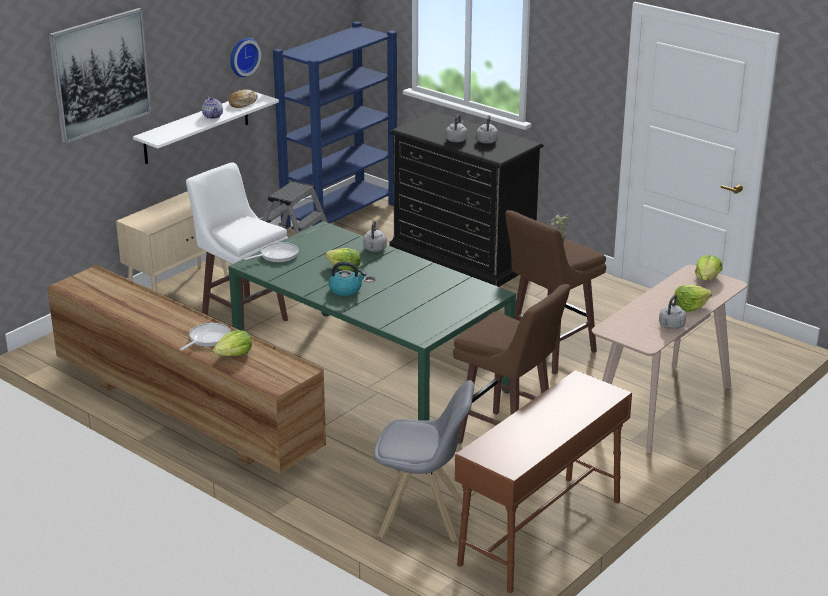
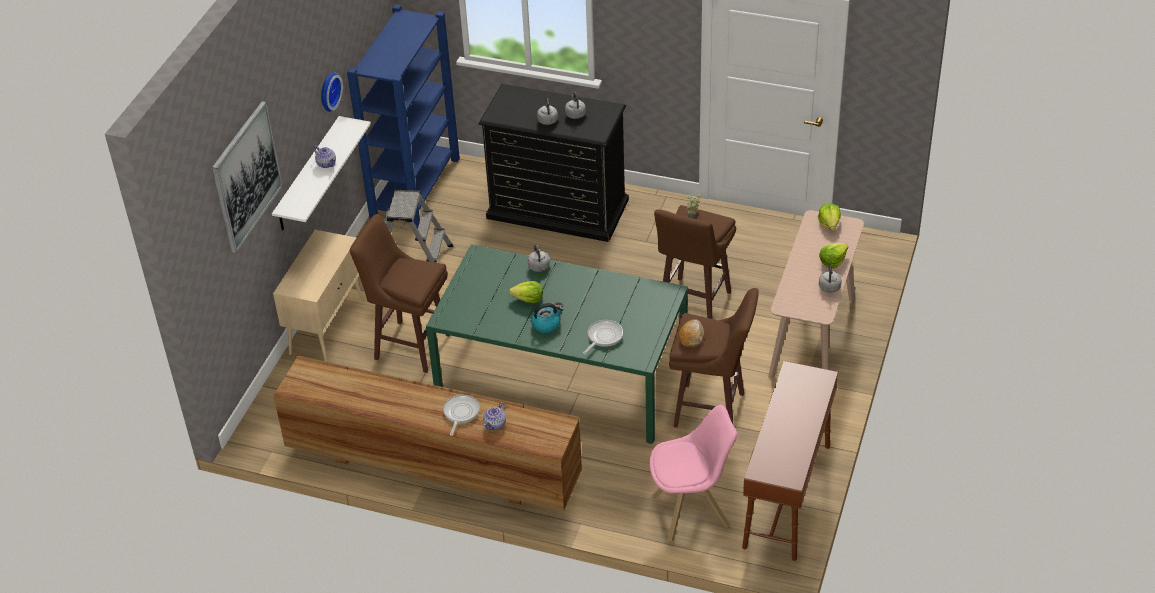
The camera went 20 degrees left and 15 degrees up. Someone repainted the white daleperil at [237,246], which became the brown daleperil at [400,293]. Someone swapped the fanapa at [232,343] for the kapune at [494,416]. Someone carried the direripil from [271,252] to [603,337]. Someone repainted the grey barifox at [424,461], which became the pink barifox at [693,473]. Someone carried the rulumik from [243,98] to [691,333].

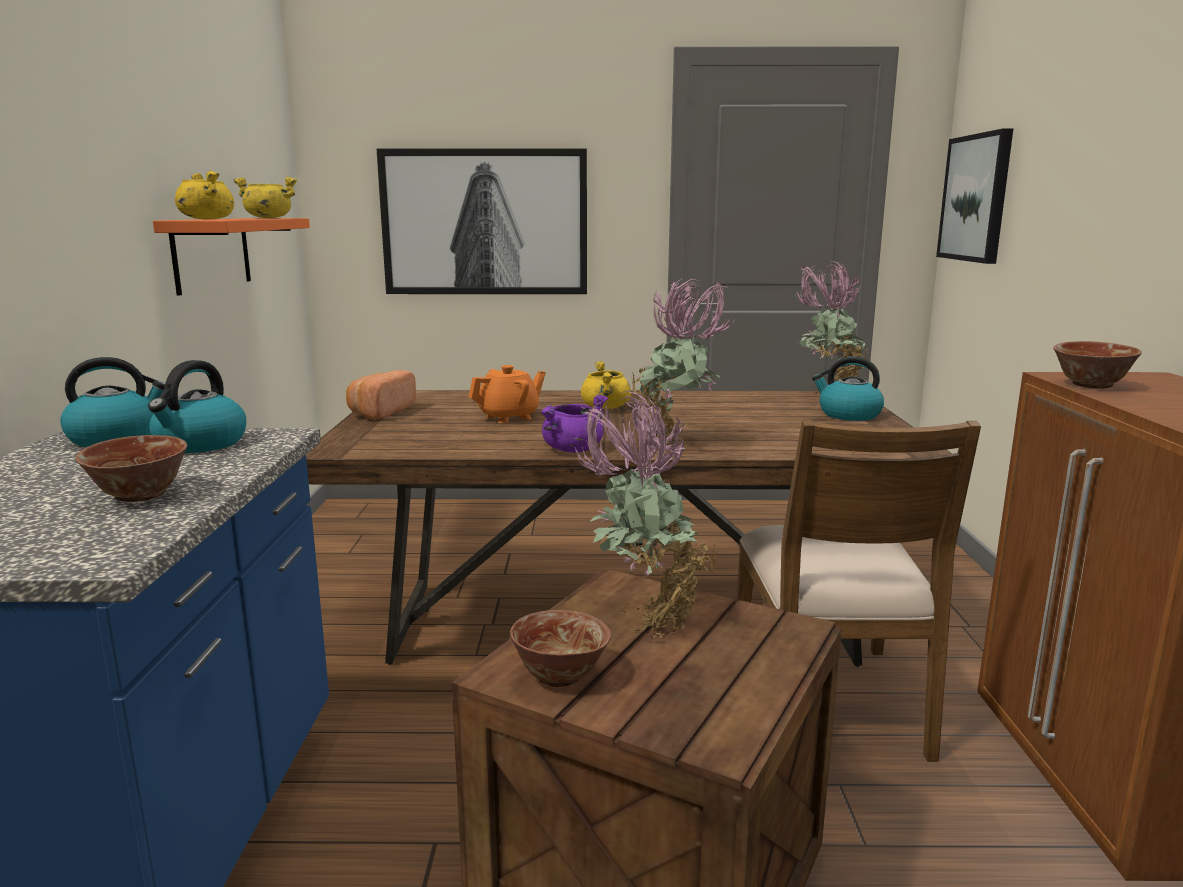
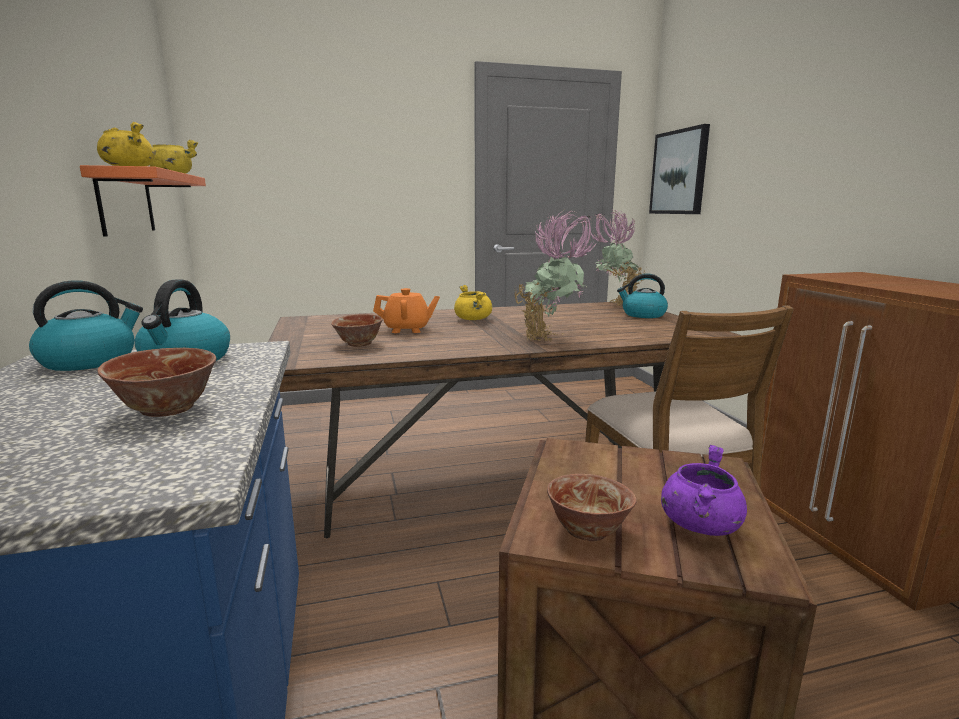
The camera went 15 degrees left and 0 degrees up. Someone carried the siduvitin from [1098,365] to [357,330]. Someone rotated the orange kapune at [507,394] by 45 degrees clockwise. Someone carried the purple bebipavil from [574,423] to [704,490]. Someone took away the rulumik at [381,394]. Someone took away the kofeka at [482,221]. Someone took away the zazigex at [646,514].

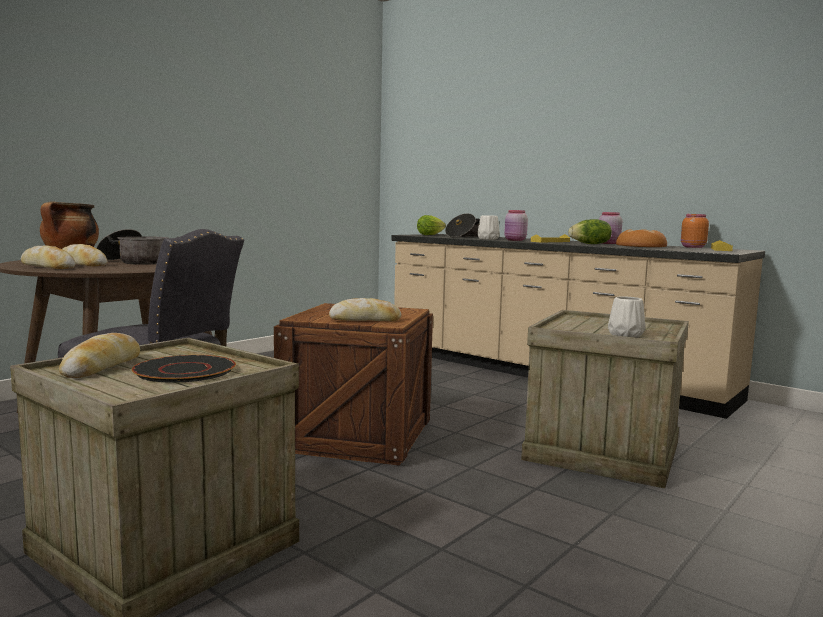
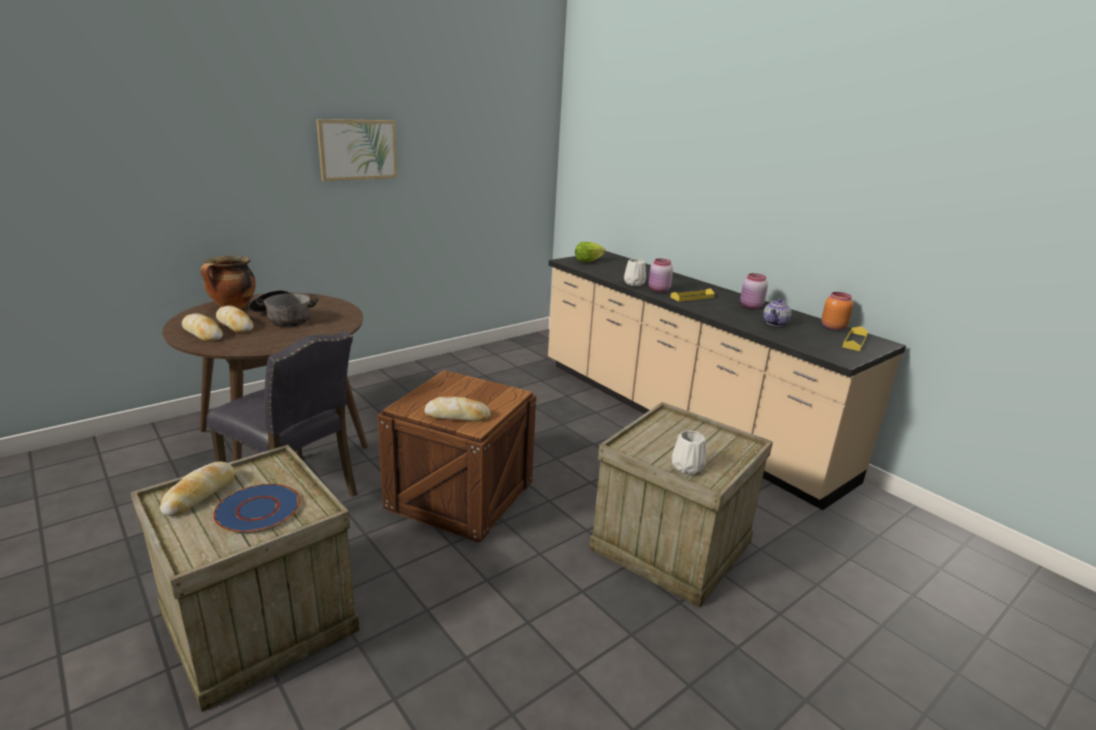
The camera went 10 degrees right and 15 degrees up. Someone repainted the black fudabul at [184,369], which became the blue fudabul at [256,508]. Someone put up the kofeka at [356,150]. Someone swapped the rulumik at [641,238] for the kapune at [777,312]. Someone took away the bebipavil at [462,225]. Someone took away the fanapa at [590,231].

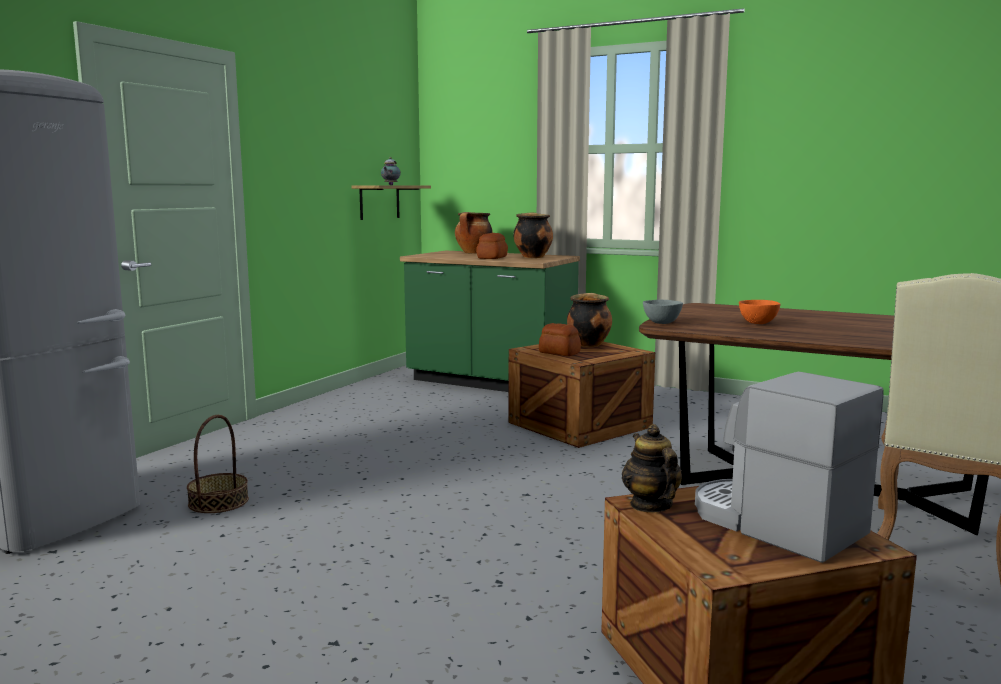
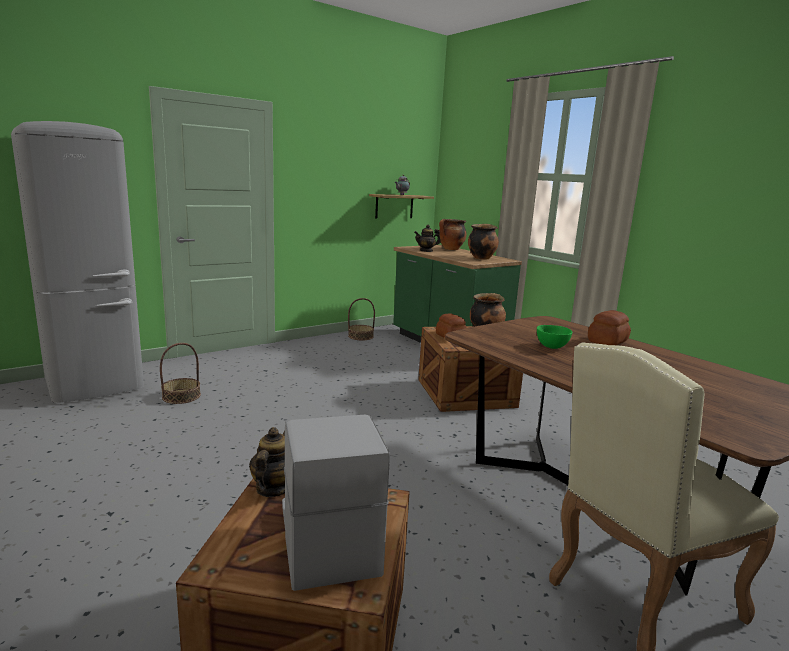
The camera went 25 degrees right and 5 degrees up. Someone put down the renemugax at [361,319]. Someone put down the kapune at [427,238]. Someone repainted the orange siduvitin at [759,312], which became the green siduvitin at [554,337]. Someone carried the rulumik from [492,246] to [609,327]. Someone took away the grey siduvitin at [663,312].

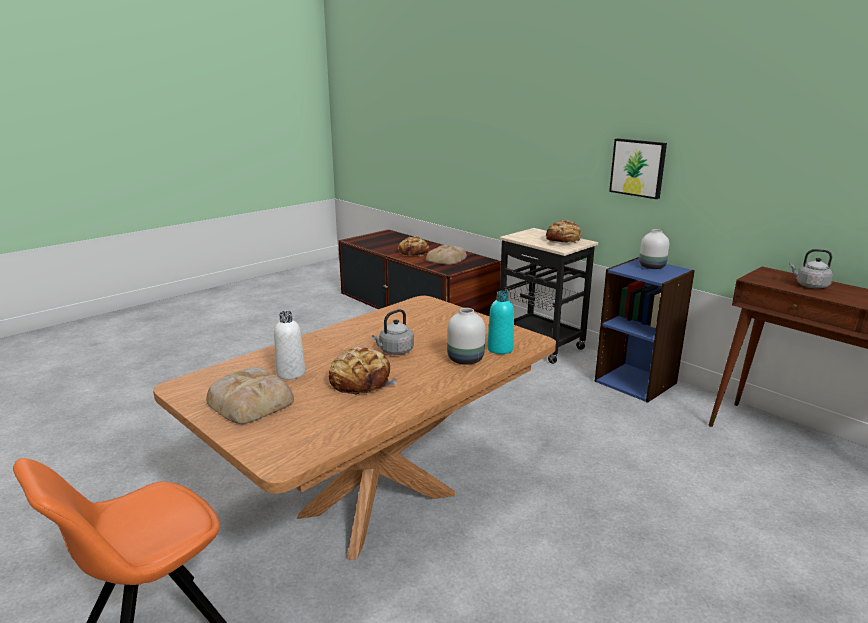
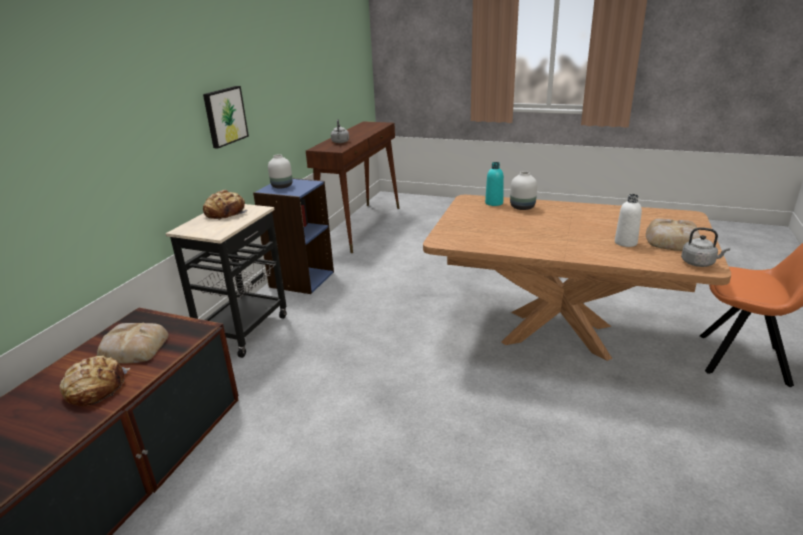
The camera went 115 degrees left and 5 degrees up. Someone carried the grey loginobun from [393,332] to [705,247]. Someone took away the rulumik at [363,370].

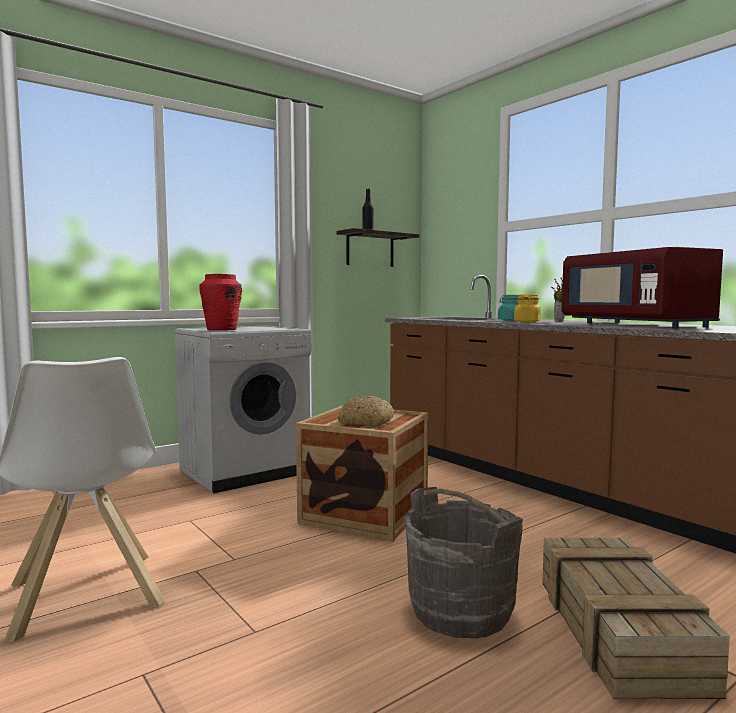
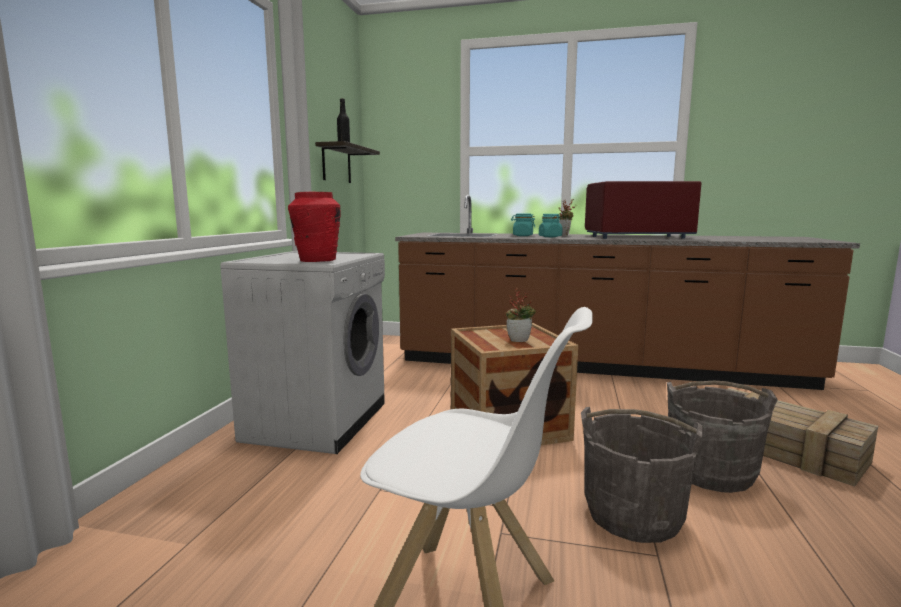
The camera went 40 degrees left and 5 degrees up. Someone swapped the rulumik at [366,411] for the zazigex at [521,315]. Someone repainted the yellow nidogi at [527,308], which became the turquoise nidogi at [551,225]. Someone put down the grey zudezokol at [642,475]. Someone rotated the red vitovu at [642,287] by 150 degrees clockwise.

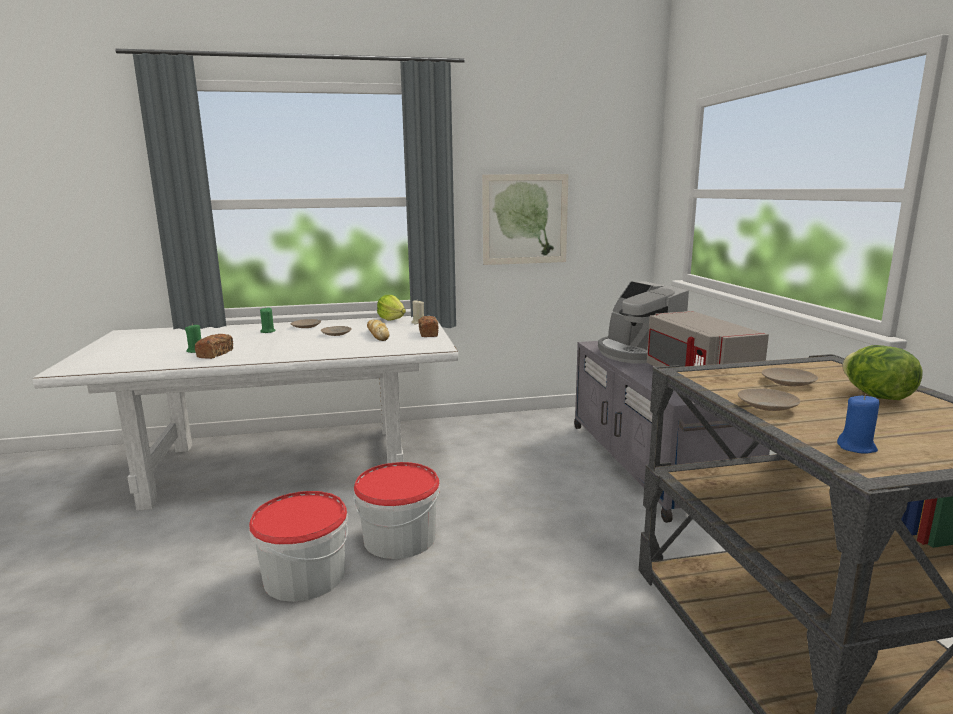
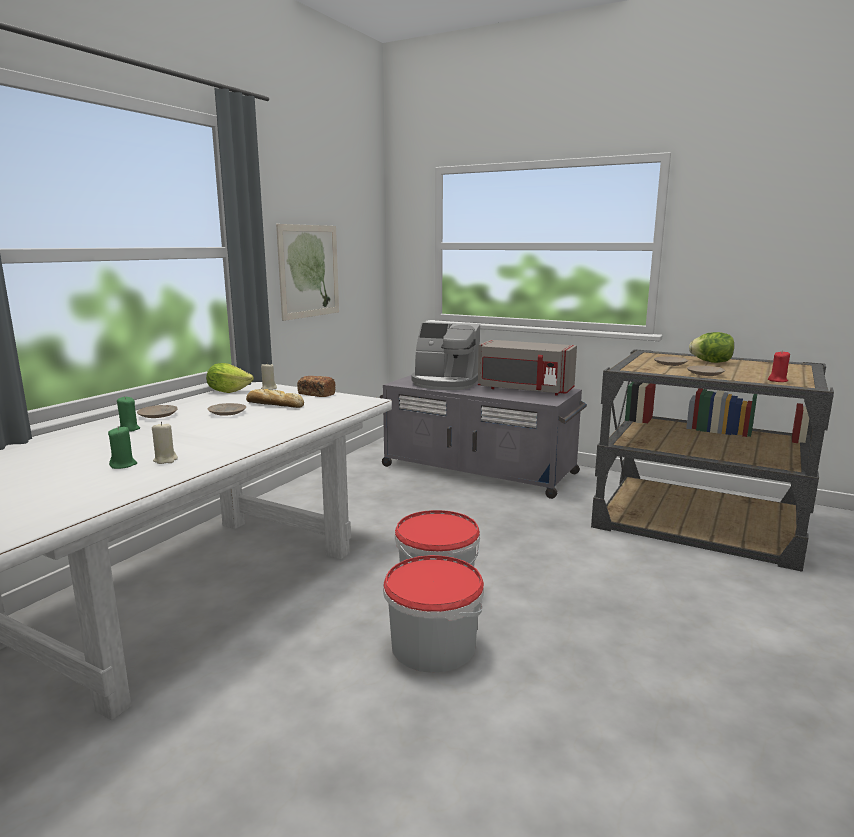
The camera went 50 degrees left and 0 degrees up. Someone swapped the rulumik at [214,346] for the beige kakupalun at [165,443]. Someone repainted the blue kakupalun at [858,423], which became the red kakupalun at [779,367].

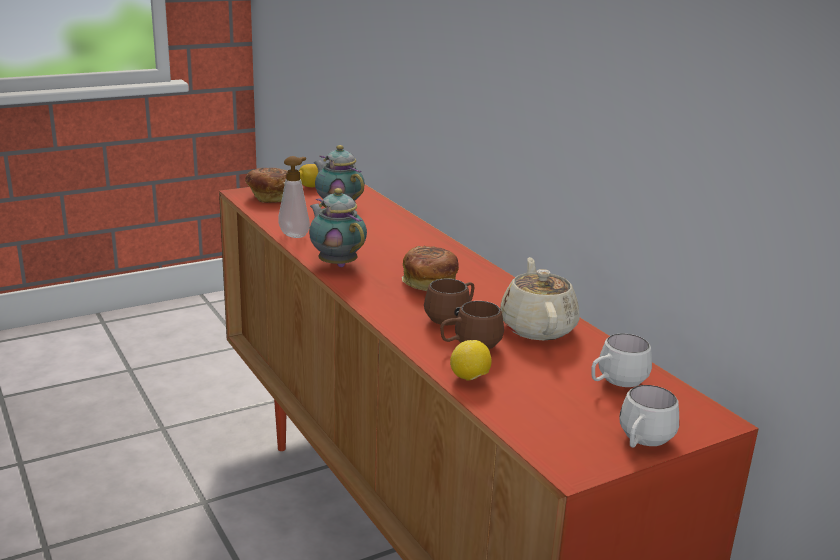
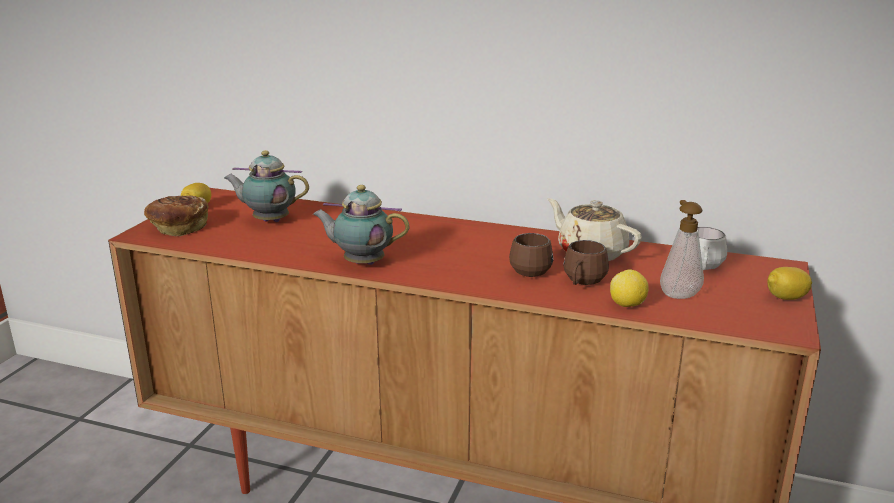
The camera went 40 degrees left and 0 degrees up. Someone carried the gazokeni from [294,197] to [682,249]. Someone swapped the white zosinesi at [649,416] for the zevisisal at [789,283]. Someone took away the rulumik at [430,268].

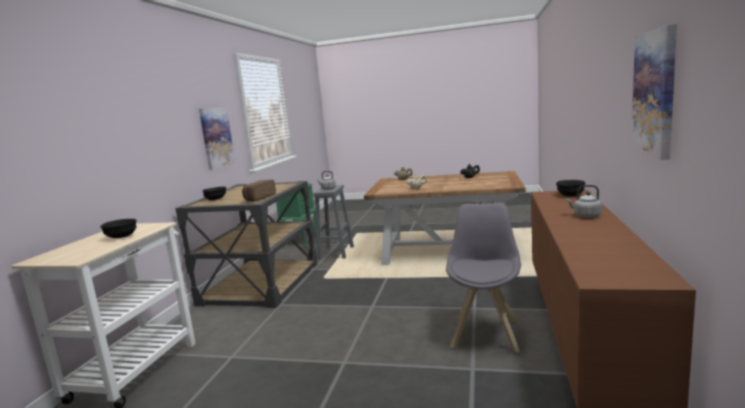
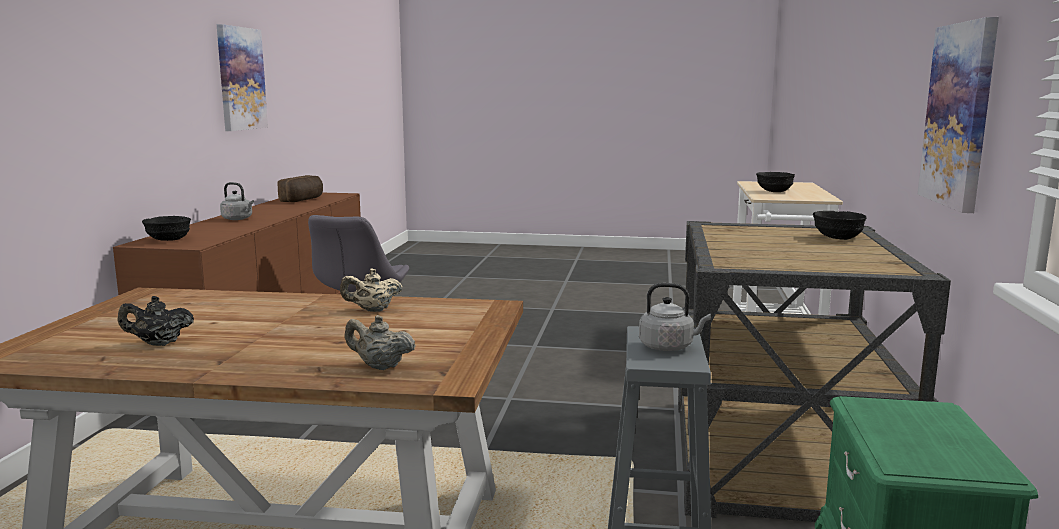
The camera went 175 degrees right and 0 degrees up. Someone carried the rulumik from [259,190] to [300,188].

